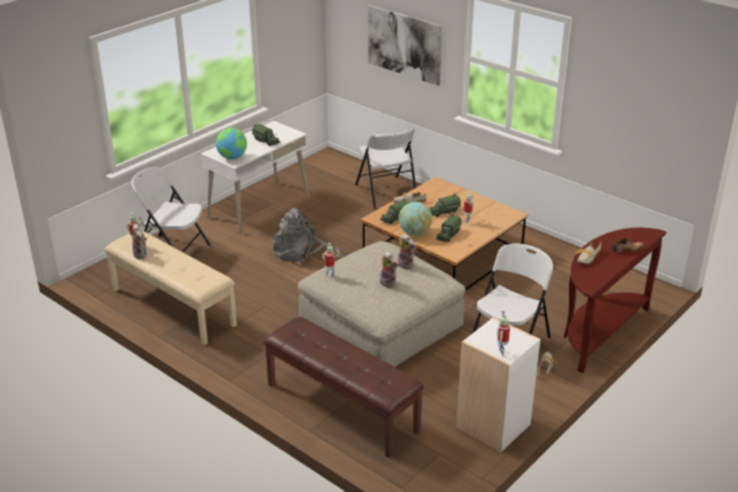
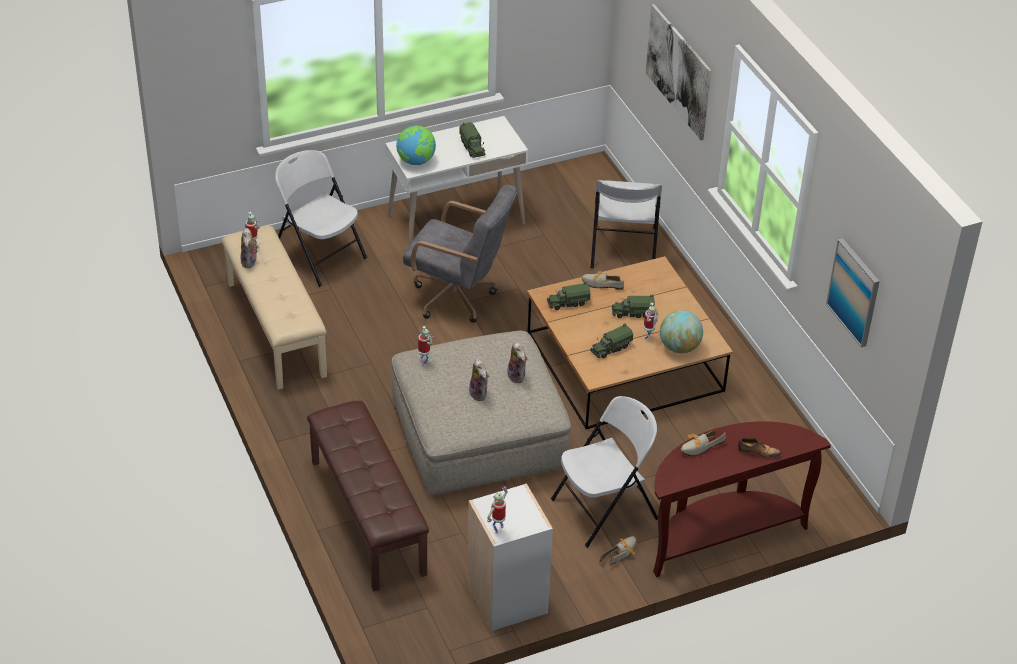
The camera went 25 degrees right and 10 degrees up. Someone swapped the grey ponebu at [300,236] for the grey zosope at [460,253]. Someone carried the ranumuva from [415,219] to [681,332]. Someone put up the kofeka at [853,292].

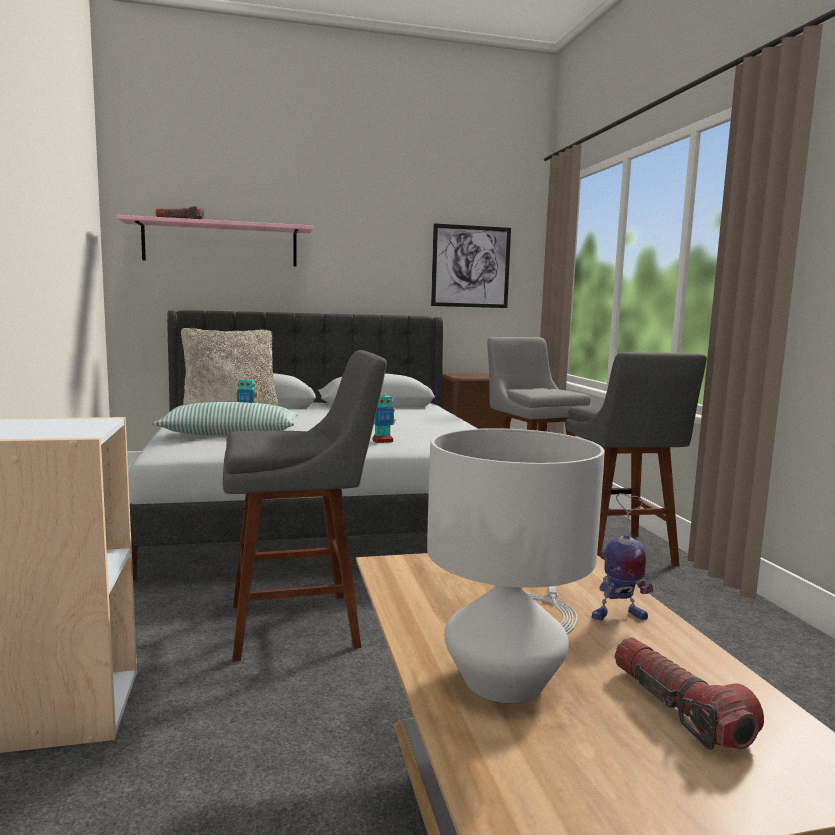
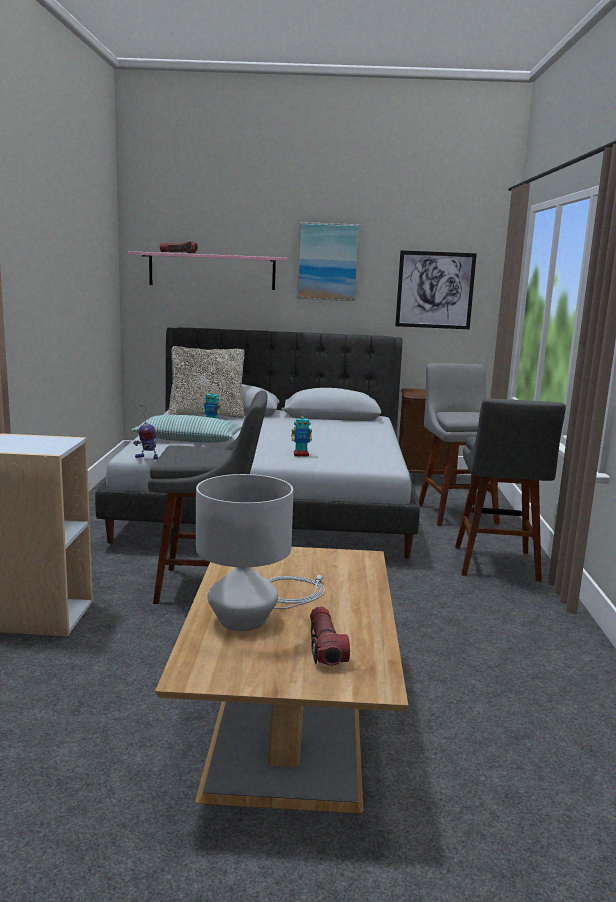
The camera went 15 degrees right and 5 degrees up. Someone carried the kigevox from [622,557] to [145,432]. Someone put up the kofeka at [328,261].

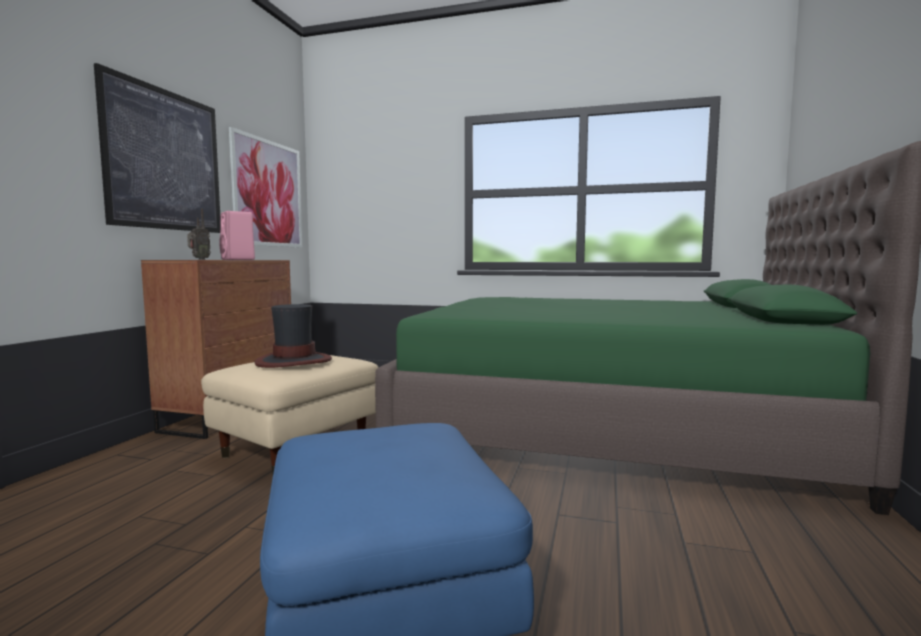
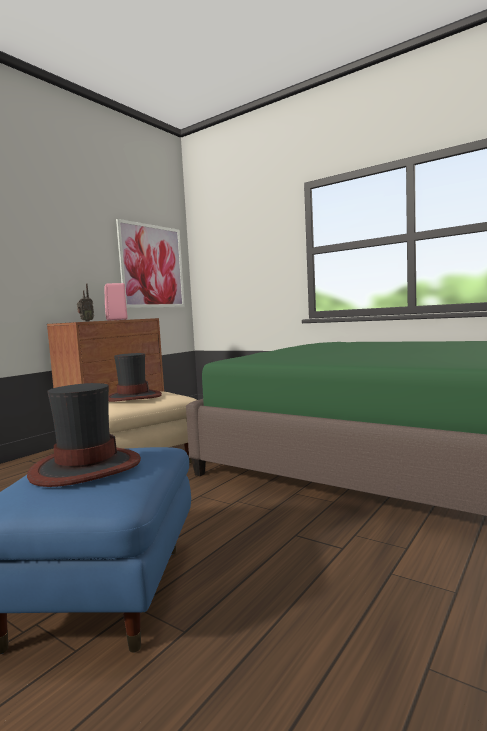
The camera went 20 degrees right and 0 degrees up. Someone put down the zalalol at [84,435]. Someone took away the kofeka at [157,148].

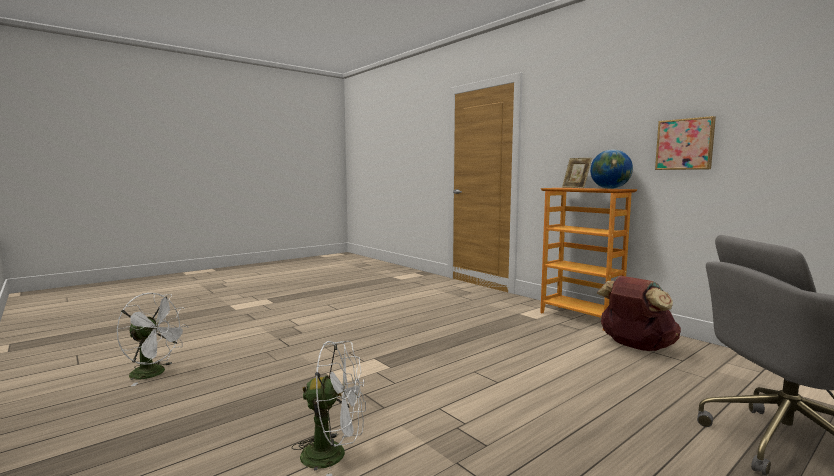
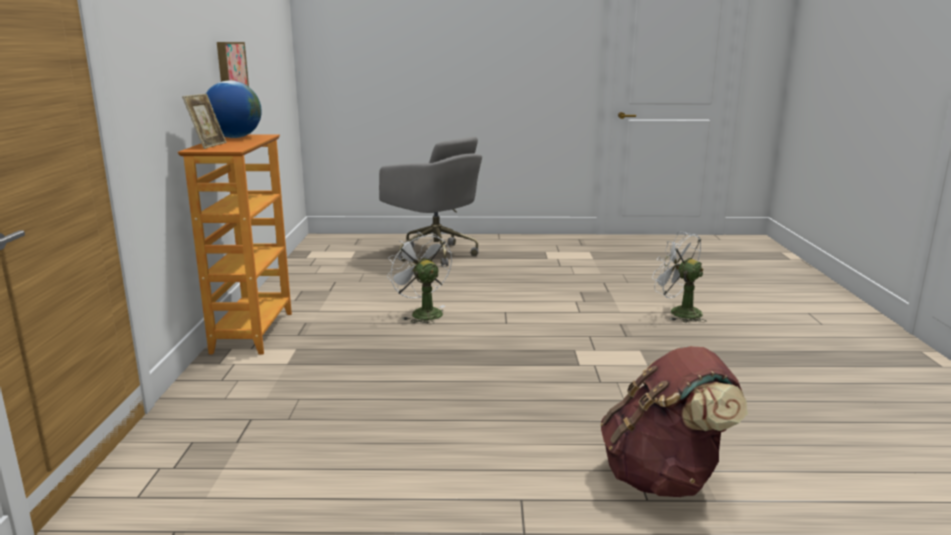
The camera went 140 degrees left and 10 degrees up. Someone carried the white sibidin from [152,339] to [419,278]. Someone carried the brown ponebu from [639,313] to [674,421].

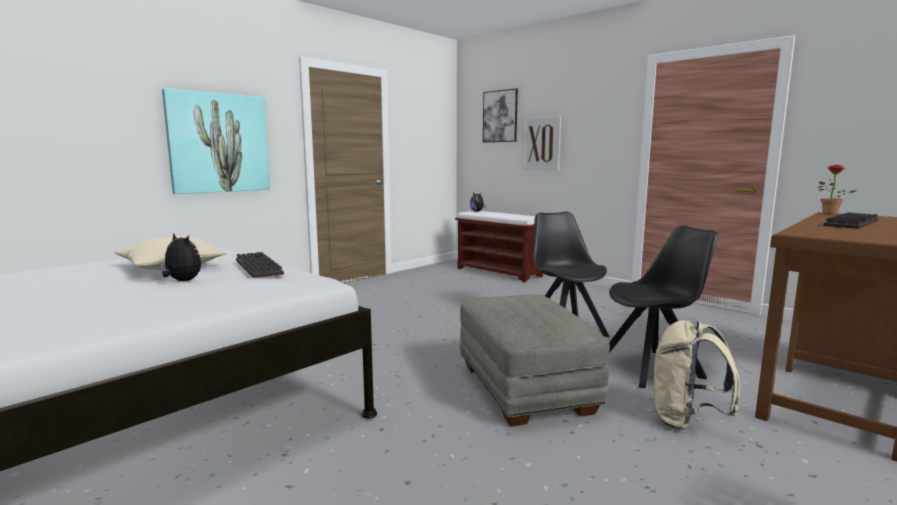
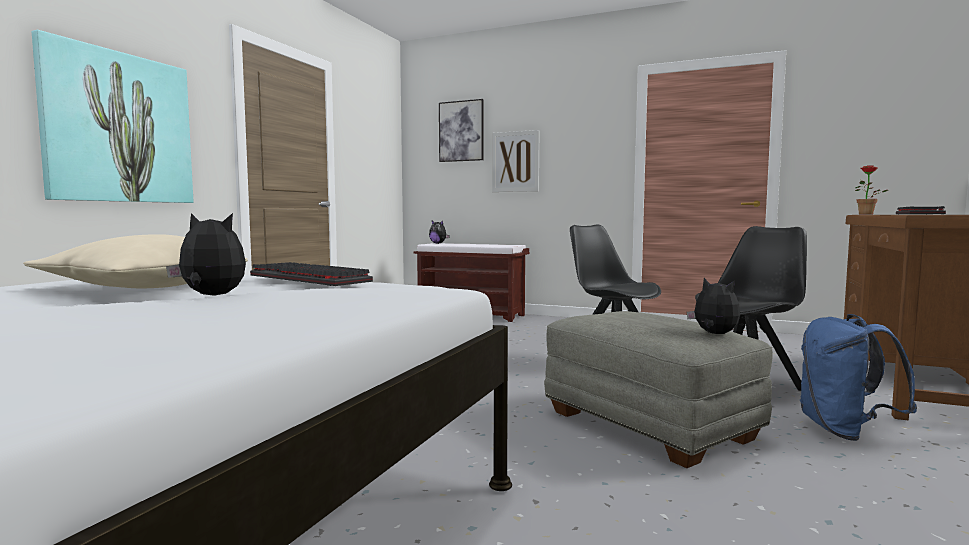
The camera went 20 degrees left and 5 degrees down. Someone put down the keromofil at [713,306]. Someone repainted the beige ponebu at [697,375], which became the blue ponebu at [858,377].

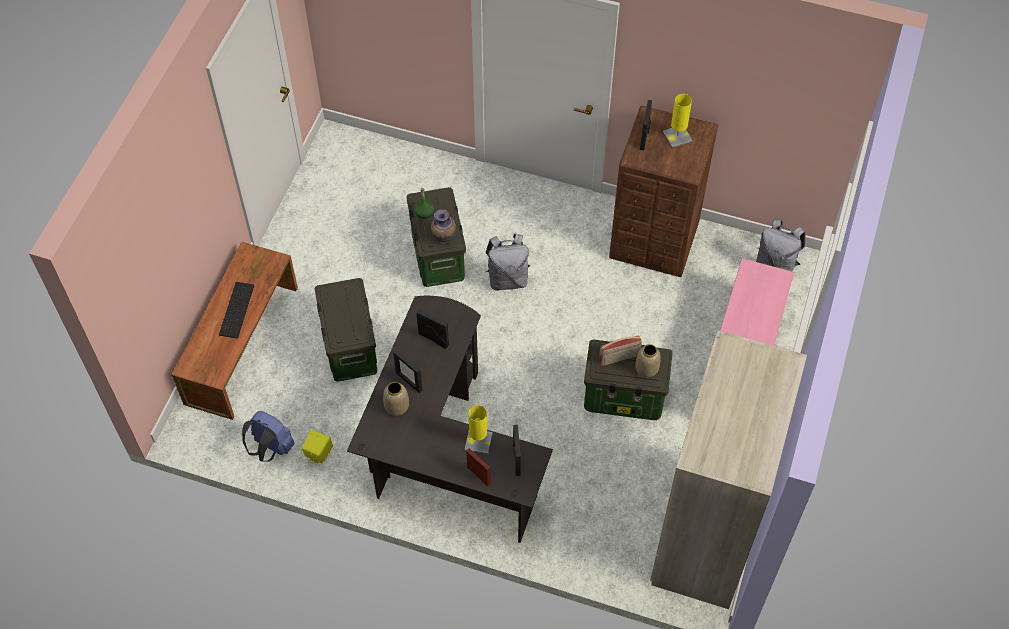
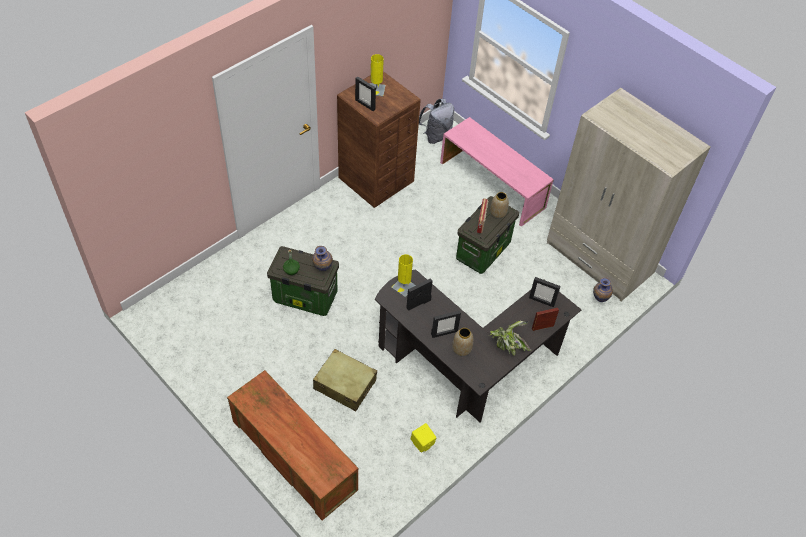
The camera went 65 degrees left and 5 degrees down. Someone swapped the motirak at [346,330] for the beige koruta at [345,380]. Someone carried the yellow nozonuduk from [479,429] to [403,275]. Someone put down the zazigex at [510,338]. Someone put down the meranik at [603,289]. Someone took away the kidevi at [236,310]. Someone took away the blue ponebu at [268,436]. Someone took away the grey ponebu at [507,262].

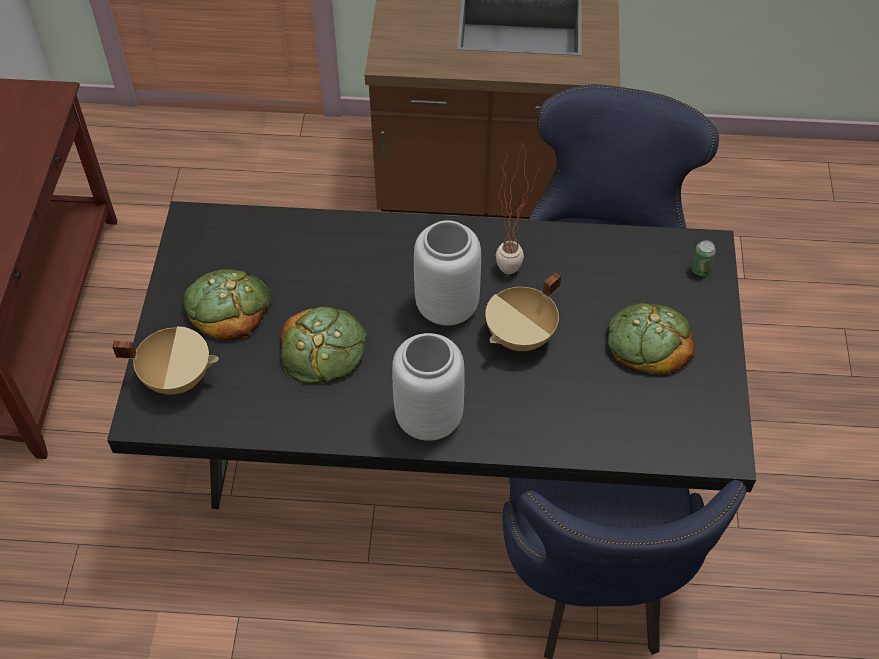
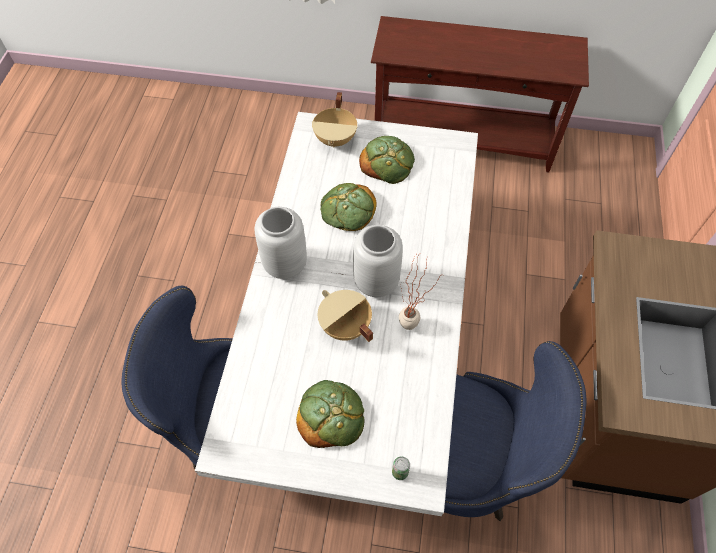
The camera went 95 degrees right and 5 degrees up. Someone repainted the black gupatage at [431,355], which became the white gupatage at [336,314].

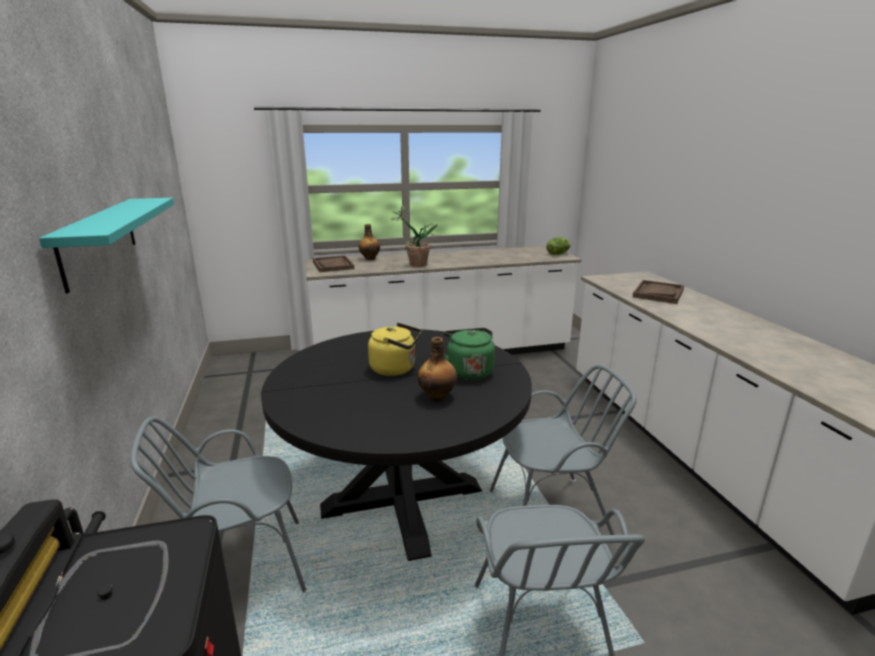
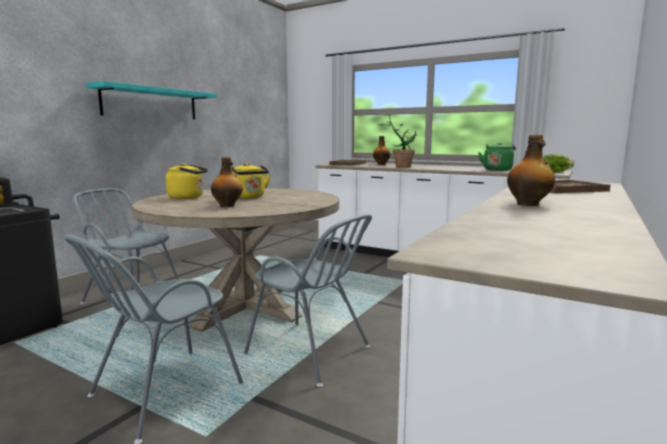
The camera went 45 degrees right and 10 degrees down. Someone repainted the black gupatage at [396,445], which became the beige gupatage at [235,260]. Someone put down the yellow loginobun at [187,181]. Someone carried the green loginobun from [469,354] to [497,157]. Someone put down the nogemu at [531,170].

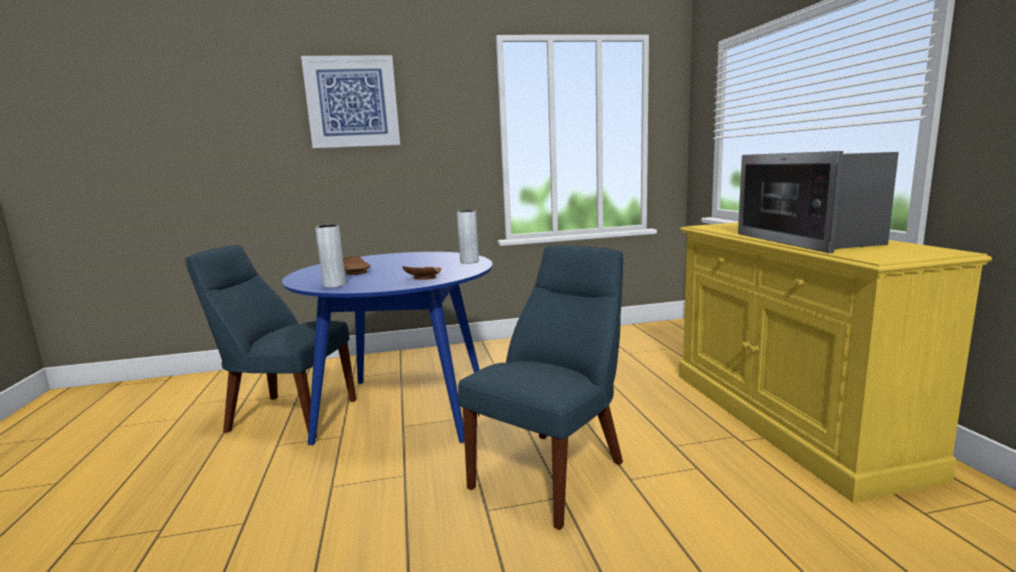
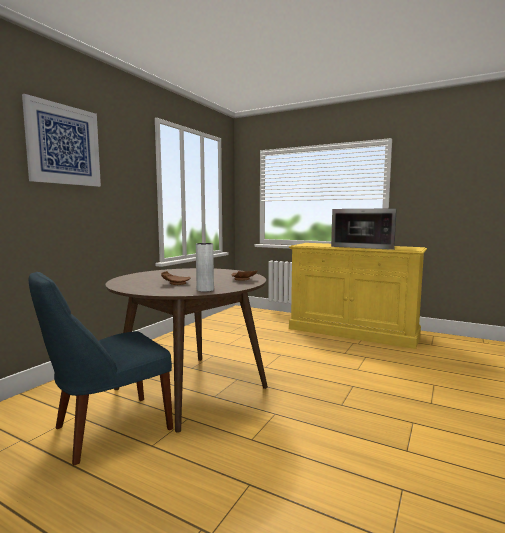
The camera went 50 degrees left and 5 degrees down. Someone repainted the blue gupatage at [387,348], which became the brown gupatage at [186,350]. Someone took away the grey meranik at [468,237]. Someone took away the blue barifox at [540,388].

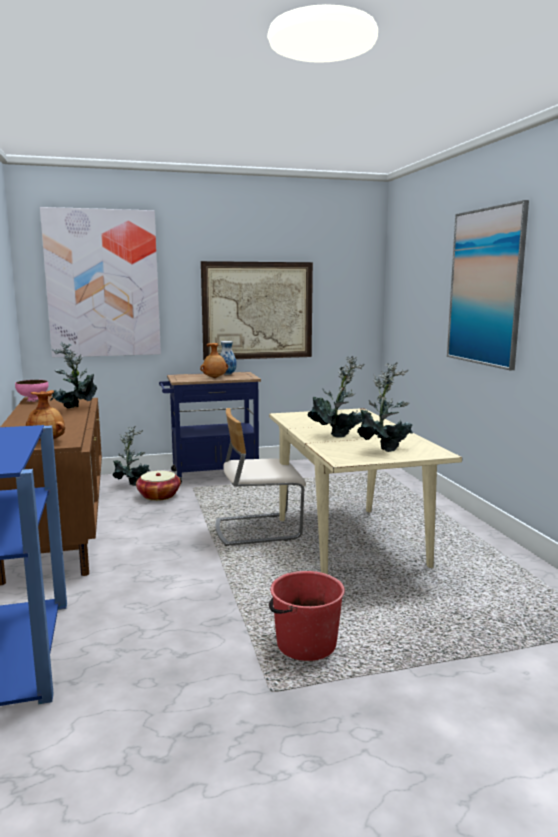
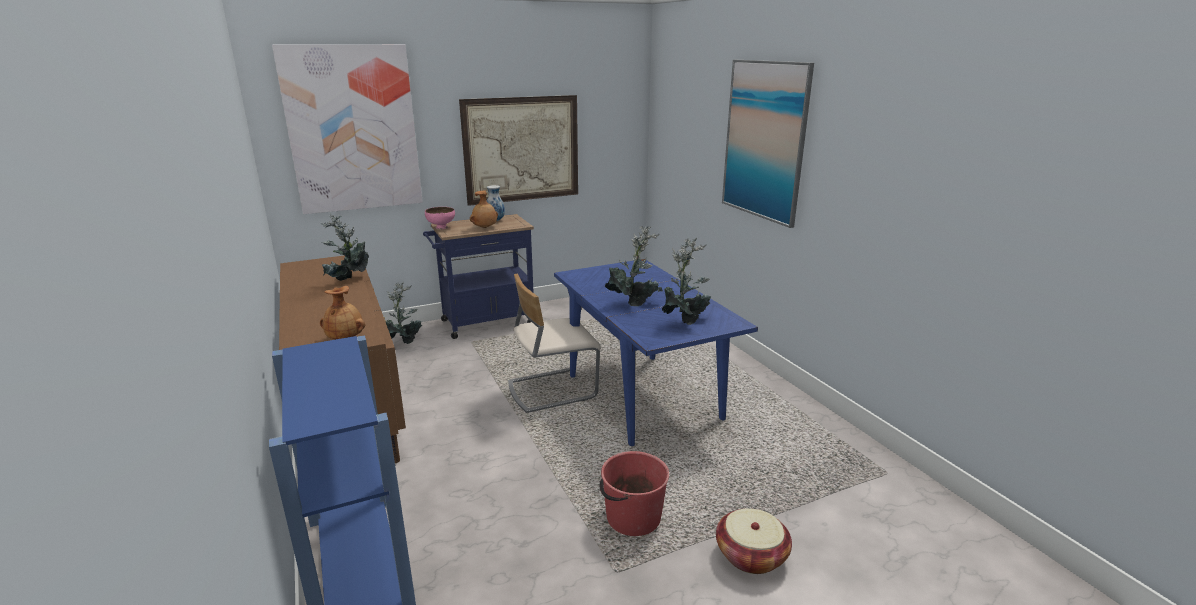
The camera went 10 degrees left and 10 degrees up. Someone carried the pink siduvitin from [32,391] to [440,218]. Someone repainted the beige gupatage at [365,491], which became the blue gupatage at [656,352]. Someone carried the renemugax from [158,486] to [754,541].

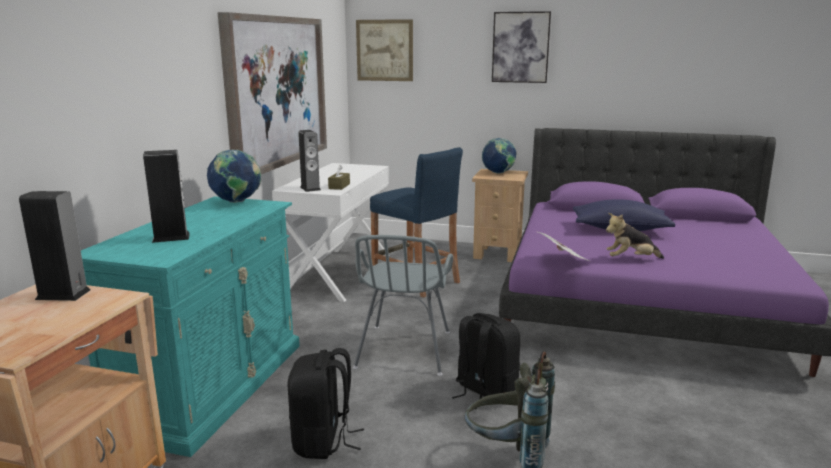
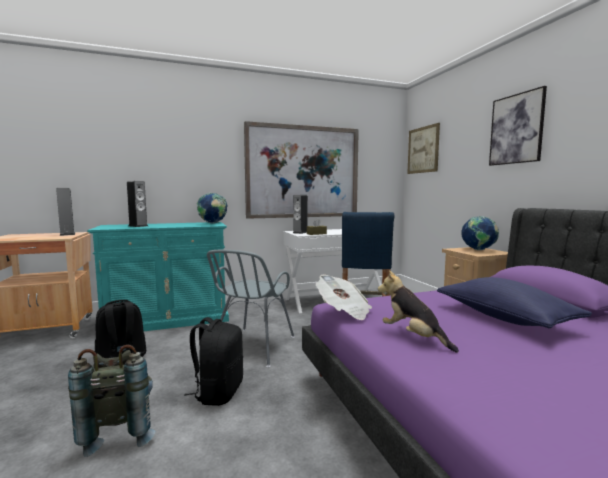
The camera went 55 degrees right and 10 degrees down. Someone rotated the grey barifox at [403,305] by 45 degrees counterclockwise.

